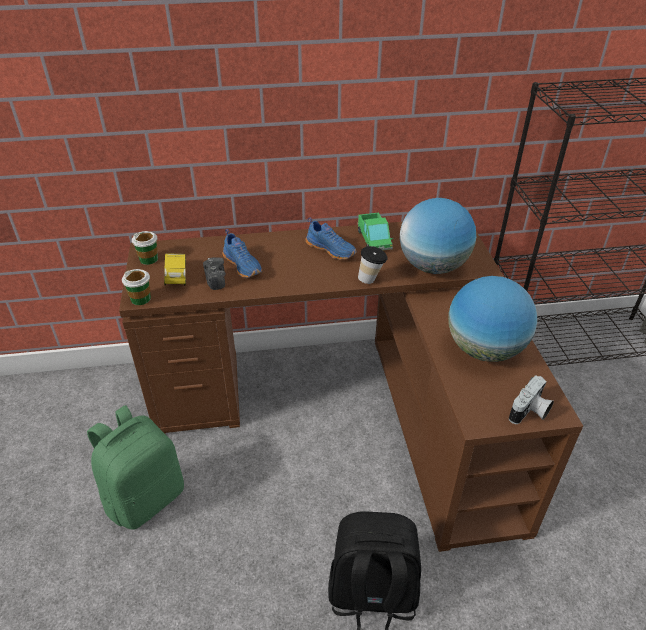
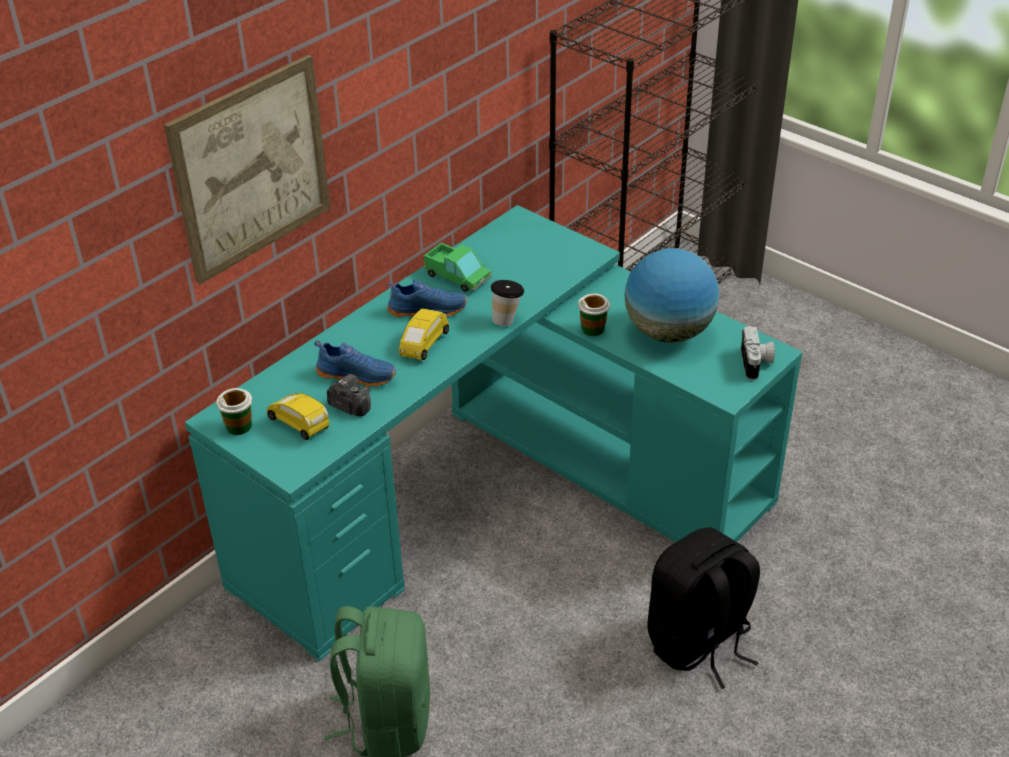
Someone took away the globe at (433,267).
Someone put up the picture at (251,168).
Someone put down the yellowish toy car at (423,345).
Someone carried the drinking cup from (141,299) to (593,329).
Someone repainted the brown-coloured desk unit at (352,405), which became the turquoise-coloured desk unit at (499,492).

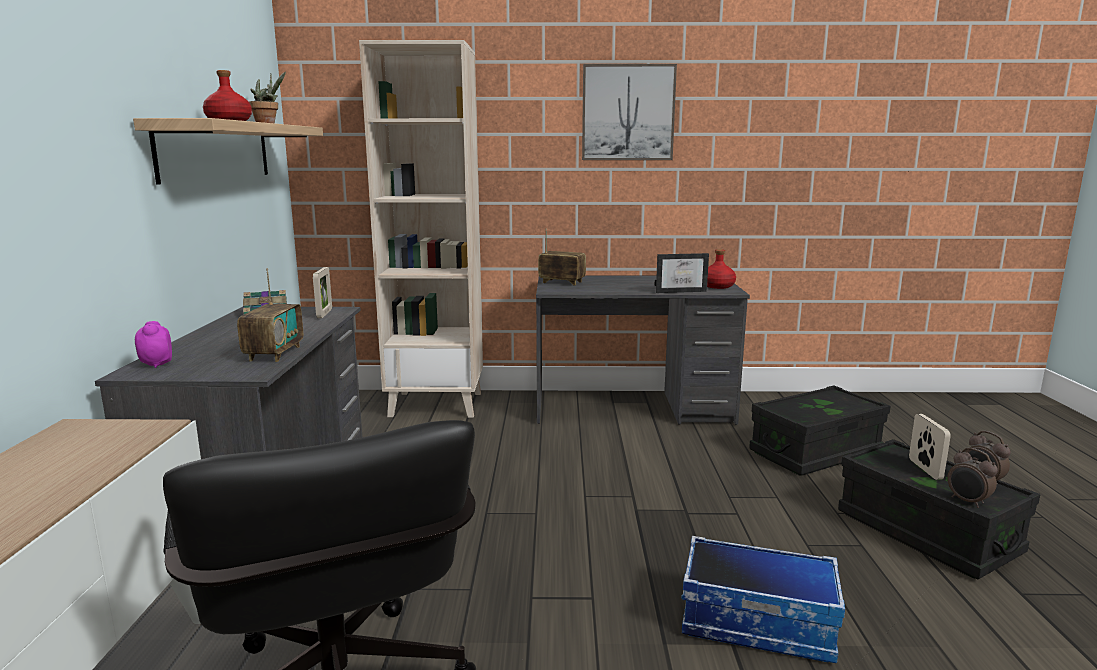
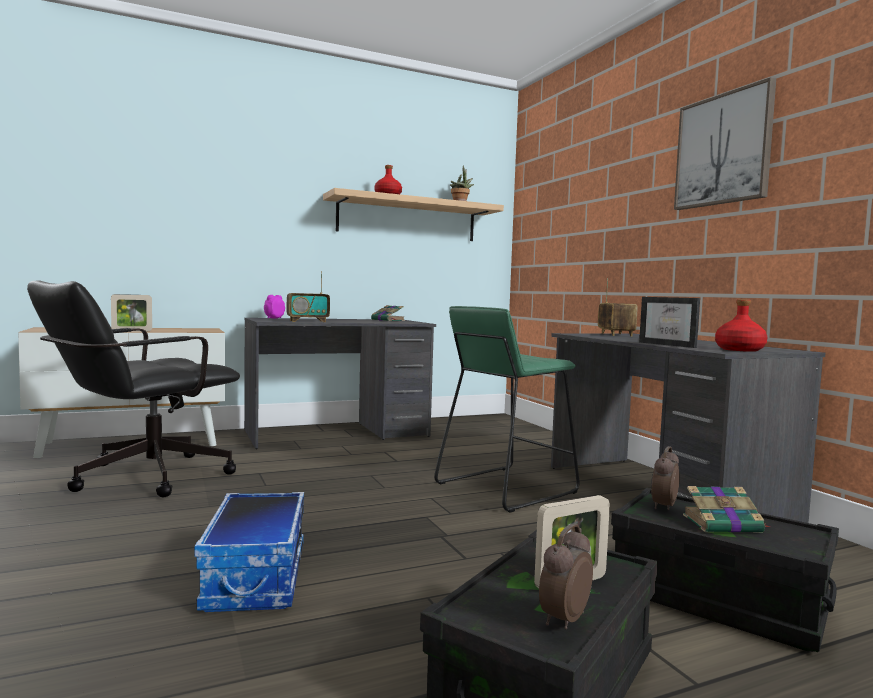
Someone took away the sand-coloured shelving unit at (437,404).
Someone put down the green stool seat at (505,488).
Someone put down the bound book at (724,524).
Someone carried the standing frame from (324,313) to (132,331).
Someone carried the bedside clock from (967,501) to (663,506).

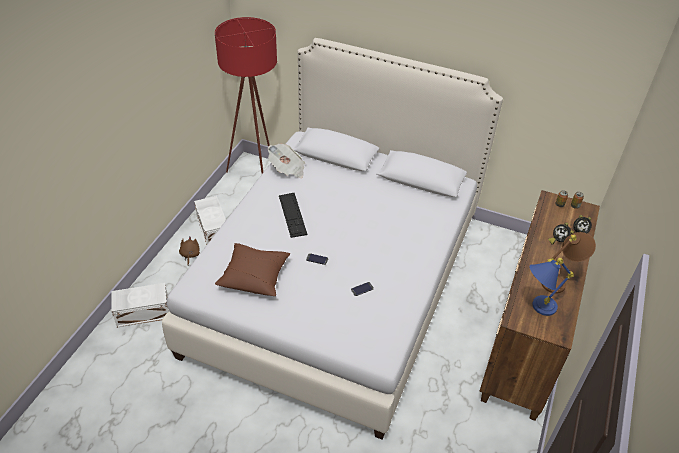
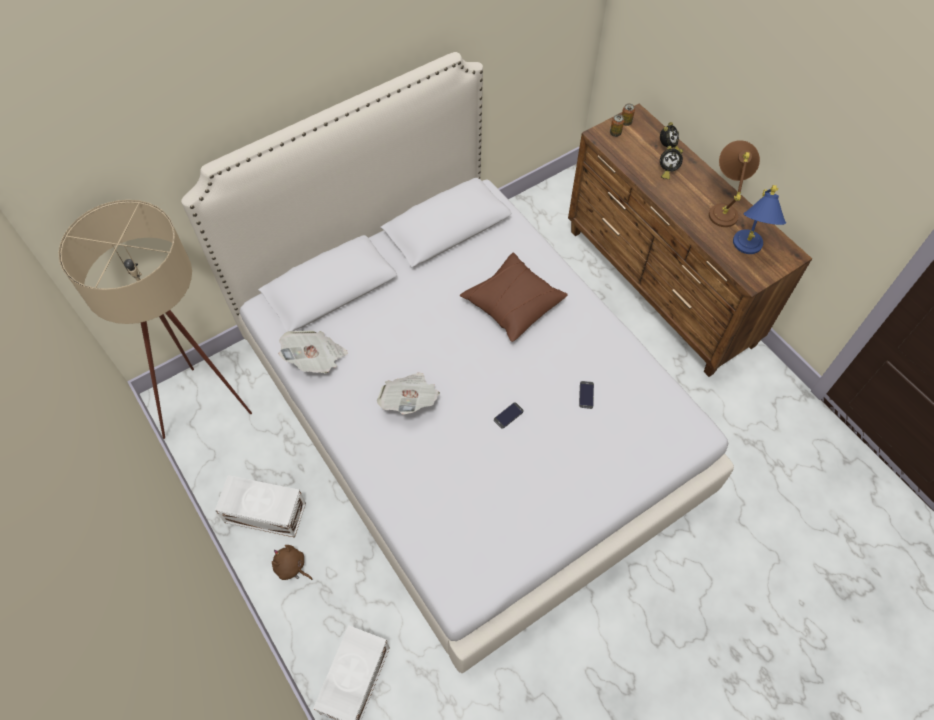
Someone carried the brown-coloured cushion from (254,276) to (512,304).
Someone swapped the computer keyboard at (292,214) for the printed paper at (409,400).
Someone repainted the red-coloured standard lamp at (256,180), which became the sand-coloured standard lamp at (213,408).

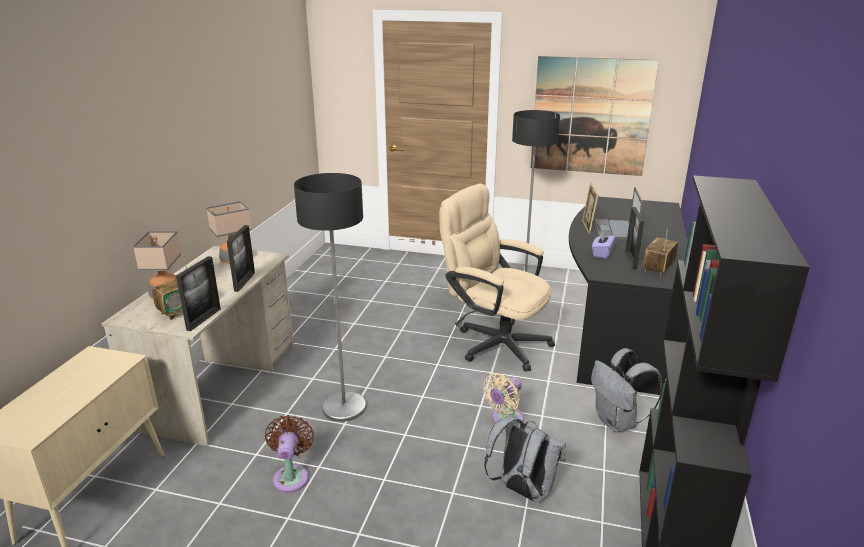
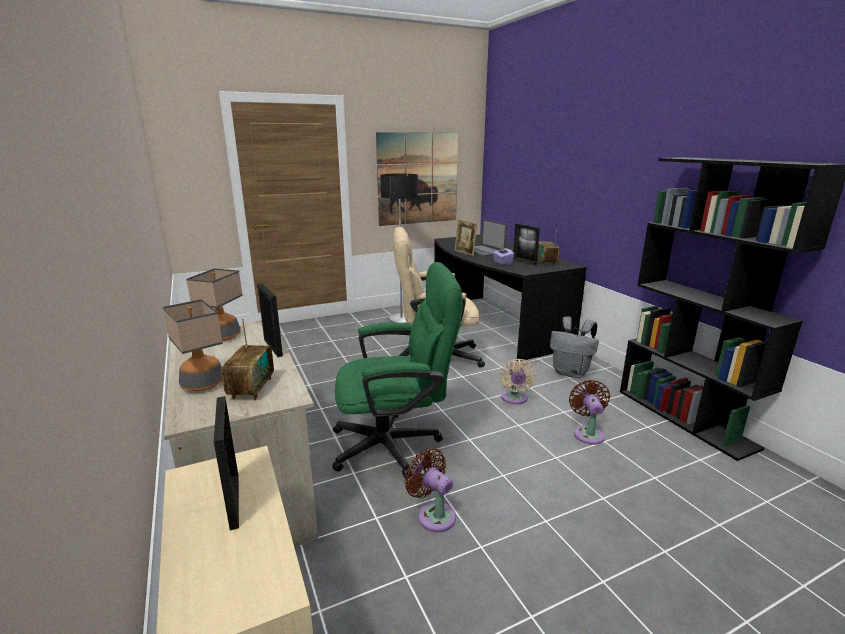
Someone carried the standing frame from (204,319) to (234,501).
Someone swapped the standard lamp at (344,408) for the green computer chair at (396,444).
Someone swapped the grey backpack at (522,490) for the brown-coloured fan at (588,433).

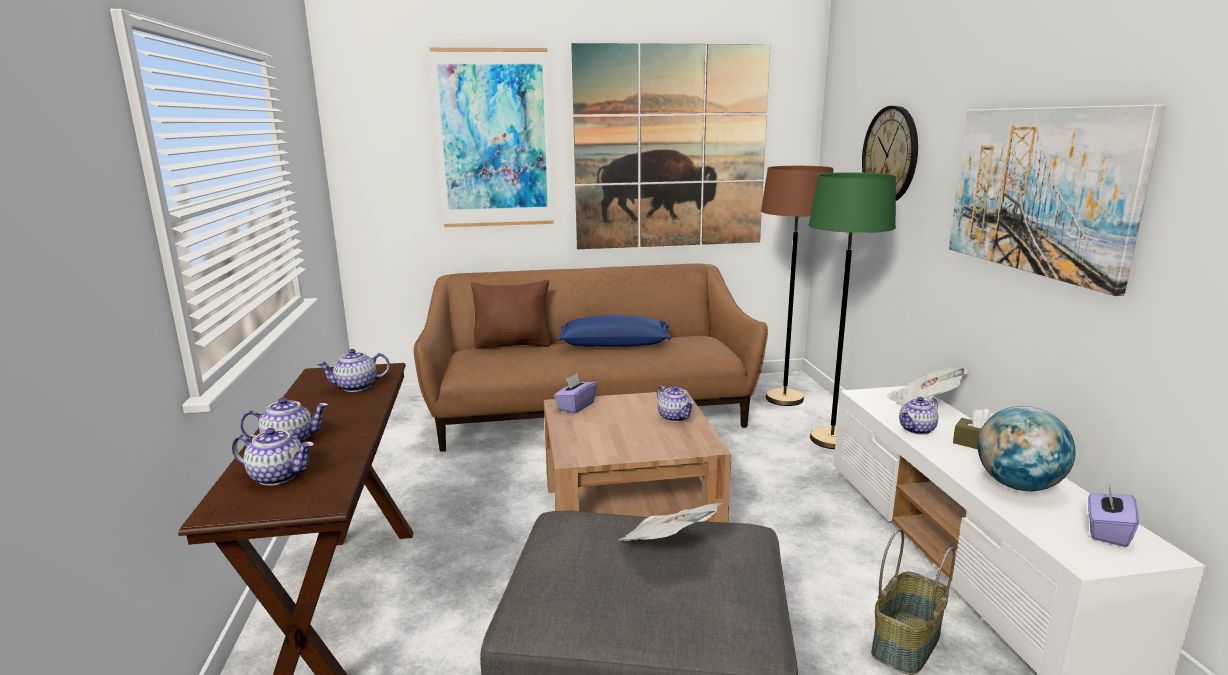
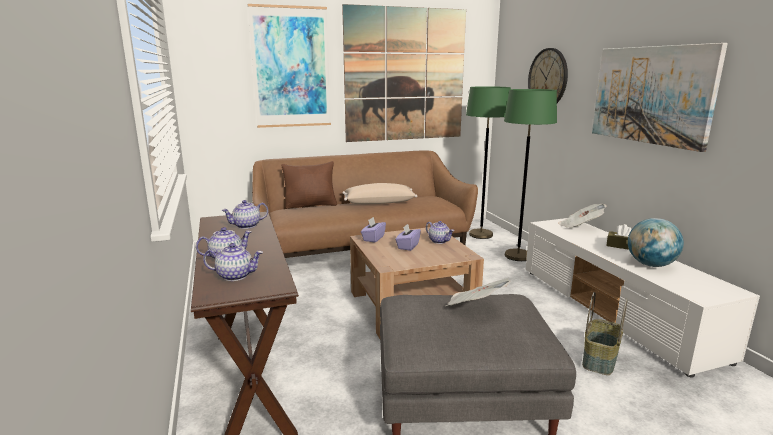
Someone took away the teapot at (917,429).
Someone carried the purplish tissue box from (1106,532) to (407,246).
Someone repainted the blue-coloured cushion at (615,344), which became the sand-coloured cushion at (379,202).
Someone repainted the brown-coloured standard lamp at (784,398), which became the green standard lamp at (481,235).

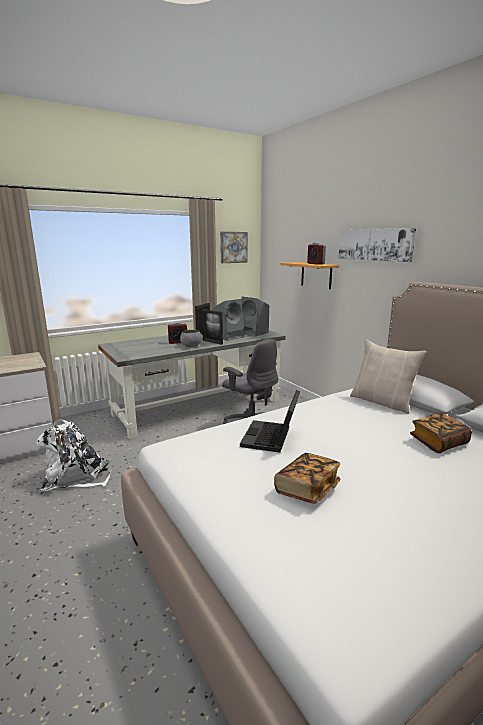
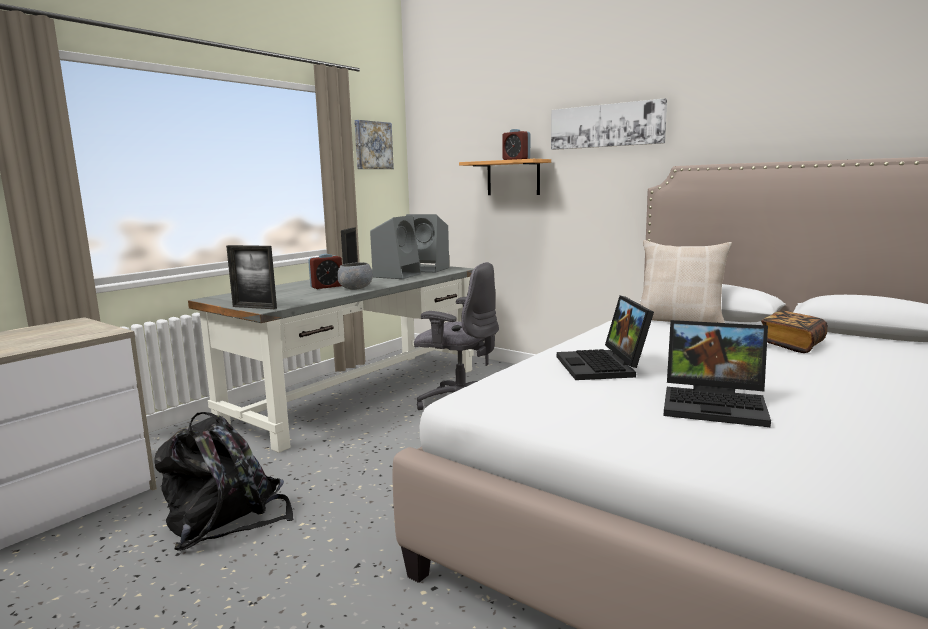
Someone carried the standing frame from (212,342) to (254,307).
Someone swapped the bound book at (307,489) for the laptop at (717,404).
Someone repainted the white-coloured backpack at (76,477), which became the blackish backpack at (226,519).

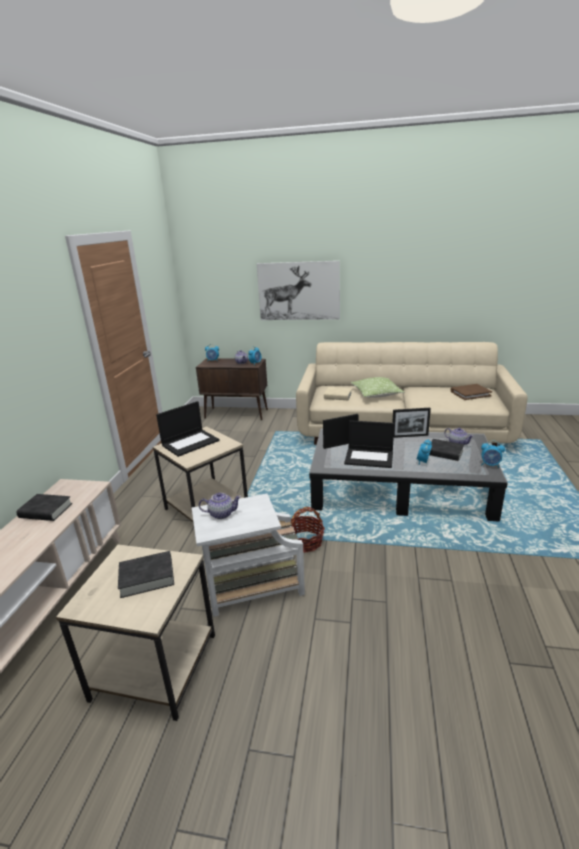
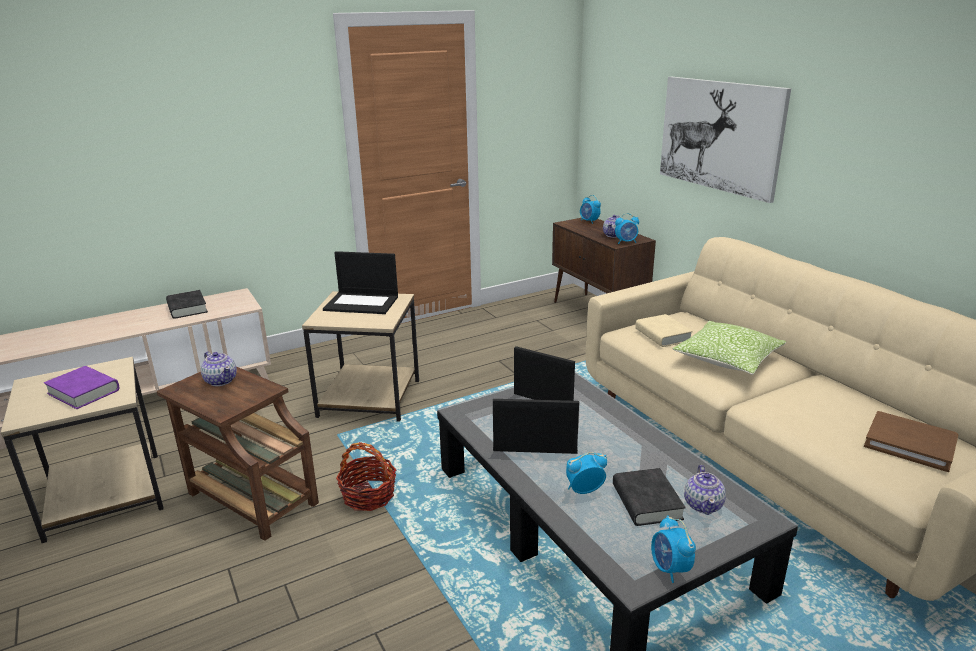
Someone took away the standing frame at (409,436).
Someone repainted the blackish bound book at (147,577), which became the purplish bound book at (84,392).
Someone repainted the white-coloured side table at (252,589), which became the brown-coloured side table at (250,497).
Someone rotated the laptop at (369,457) by 120 degrees clockwise.

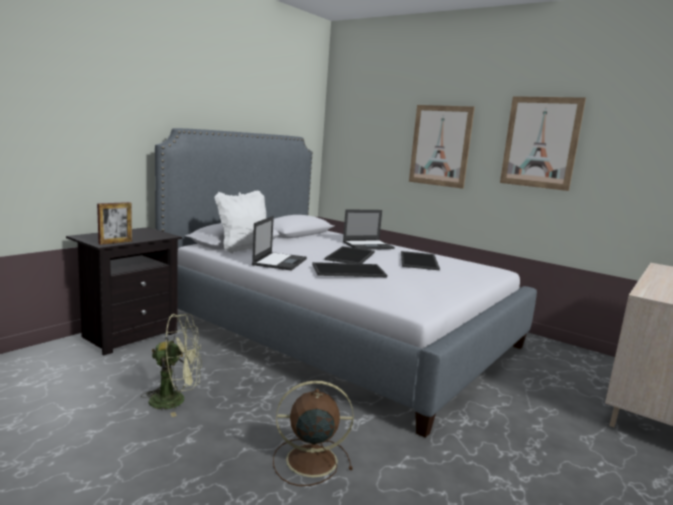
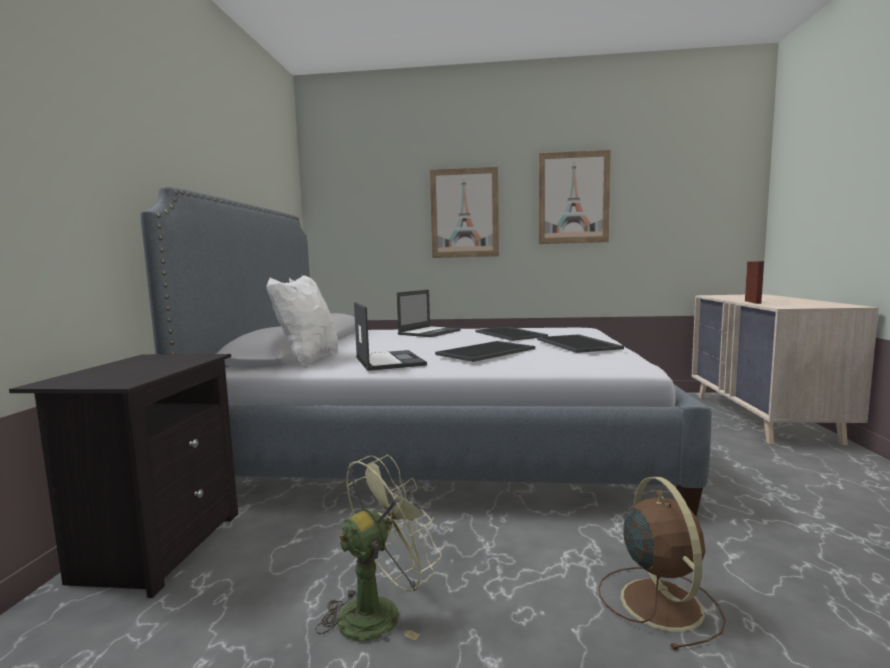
Someone carried the standing frame from (115,242) to (752,302).
Someone carried the tray from (351,256) to (579,344).
Someone rotated the brown-coloured fan at (309,460) by 120 degrees clockwise.

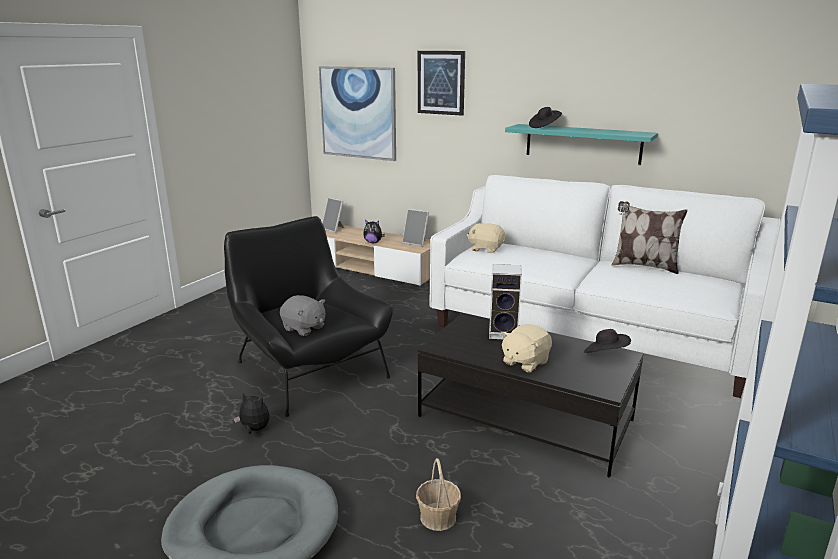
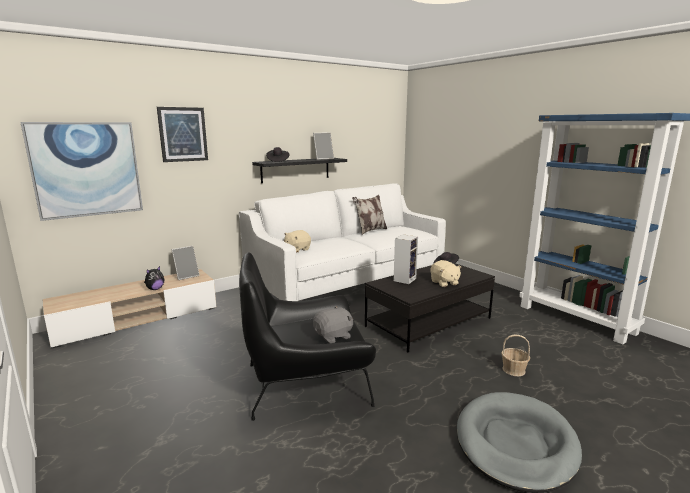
Someone took away the soft toy at (254,430).
Someone carried the standing frame from (334,229) to (323,159).
Someone repainted the turquoise-coloured bracket shelf at (582,143), which became the blackish bracket shelf at (295,170).

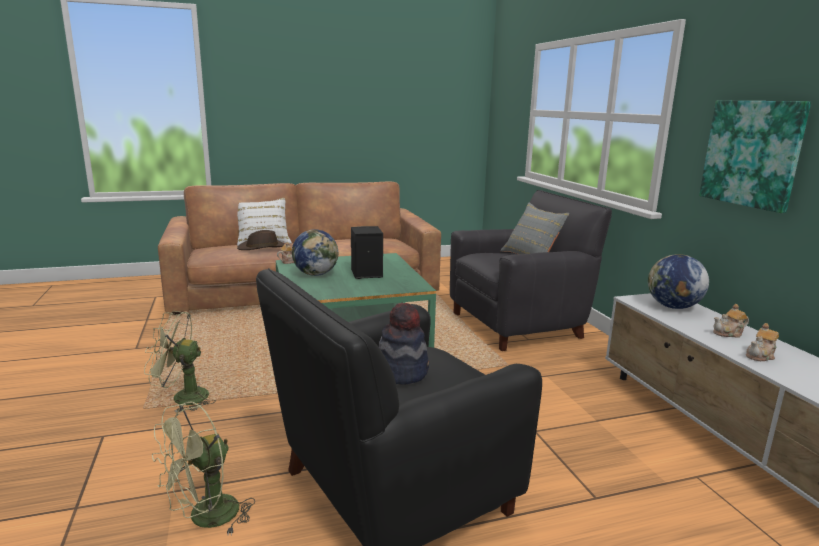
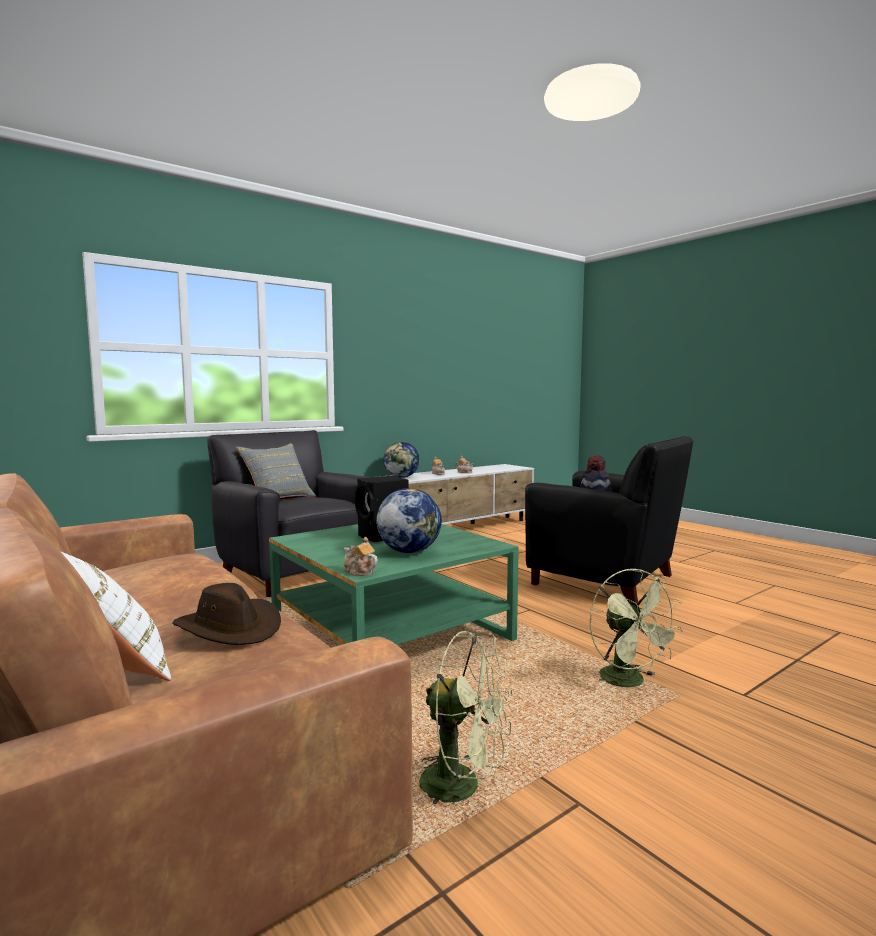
Someone took away the picture at (752,153).
Someone carried the green fan from (205,519) to (463,786).

